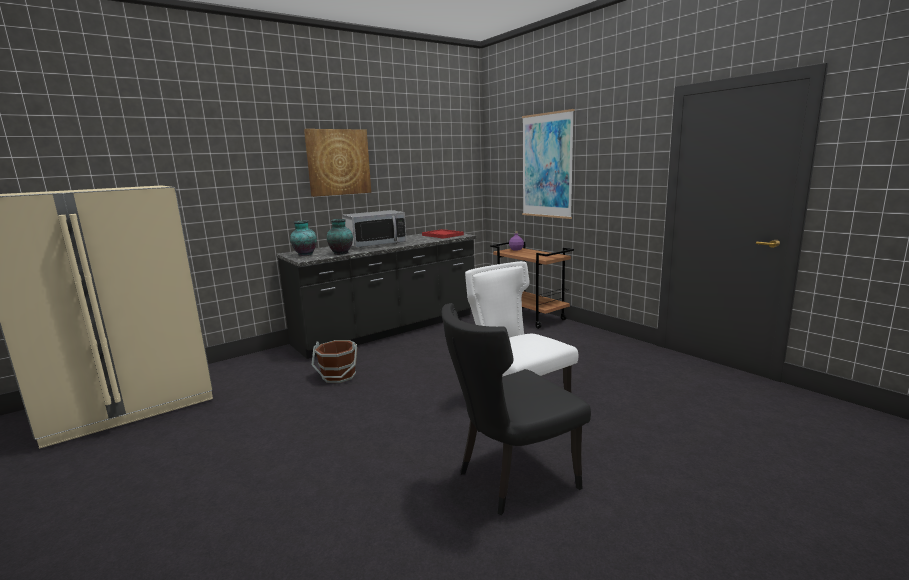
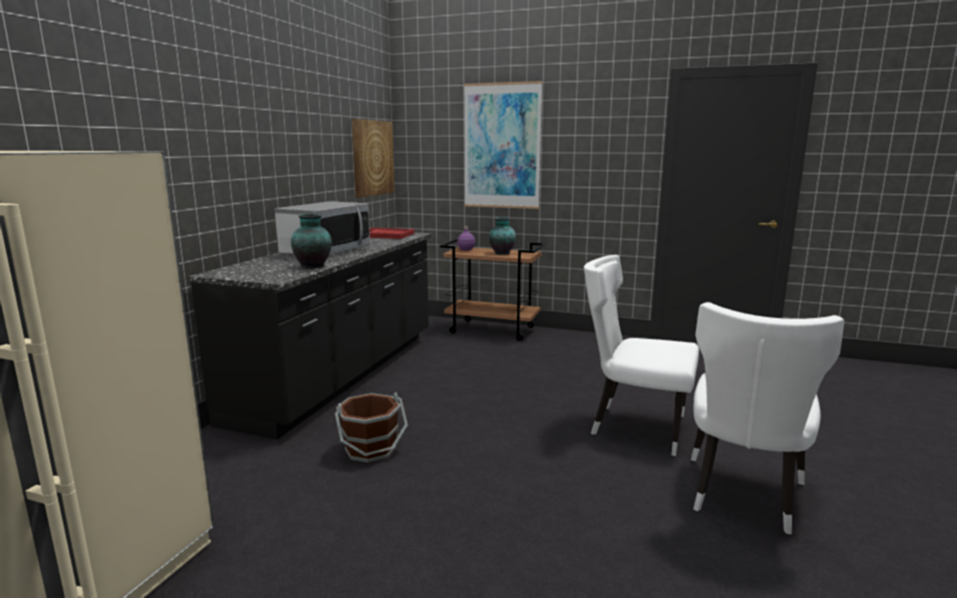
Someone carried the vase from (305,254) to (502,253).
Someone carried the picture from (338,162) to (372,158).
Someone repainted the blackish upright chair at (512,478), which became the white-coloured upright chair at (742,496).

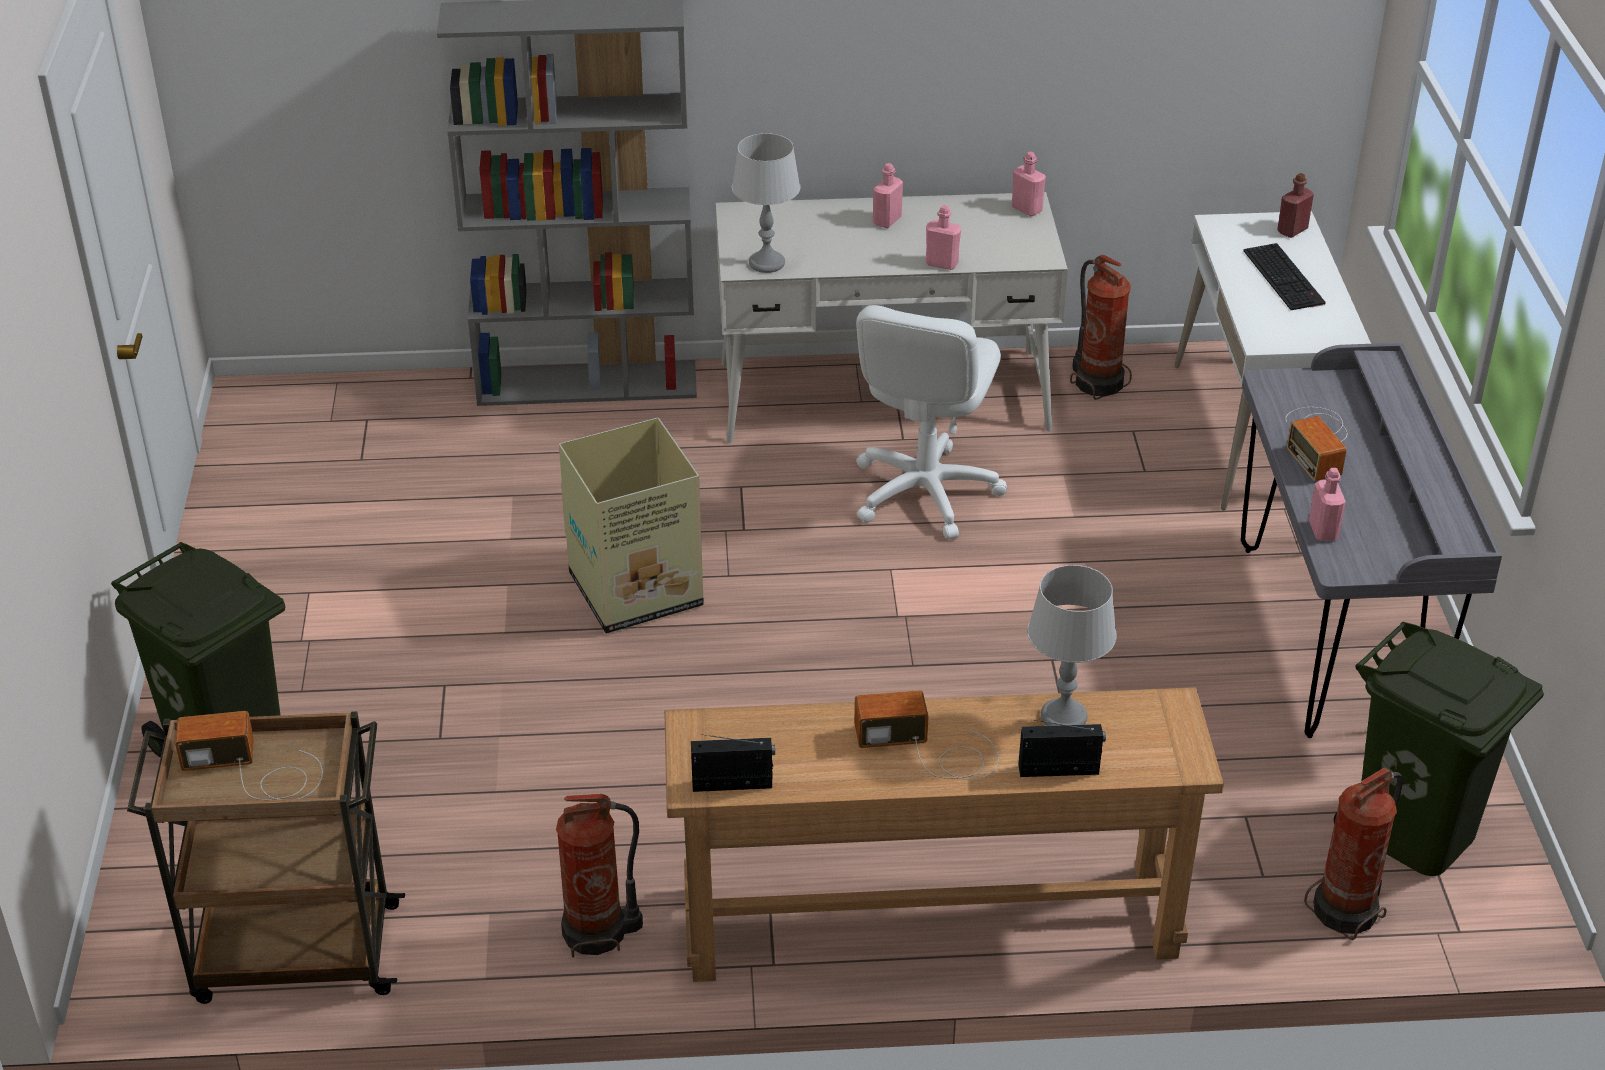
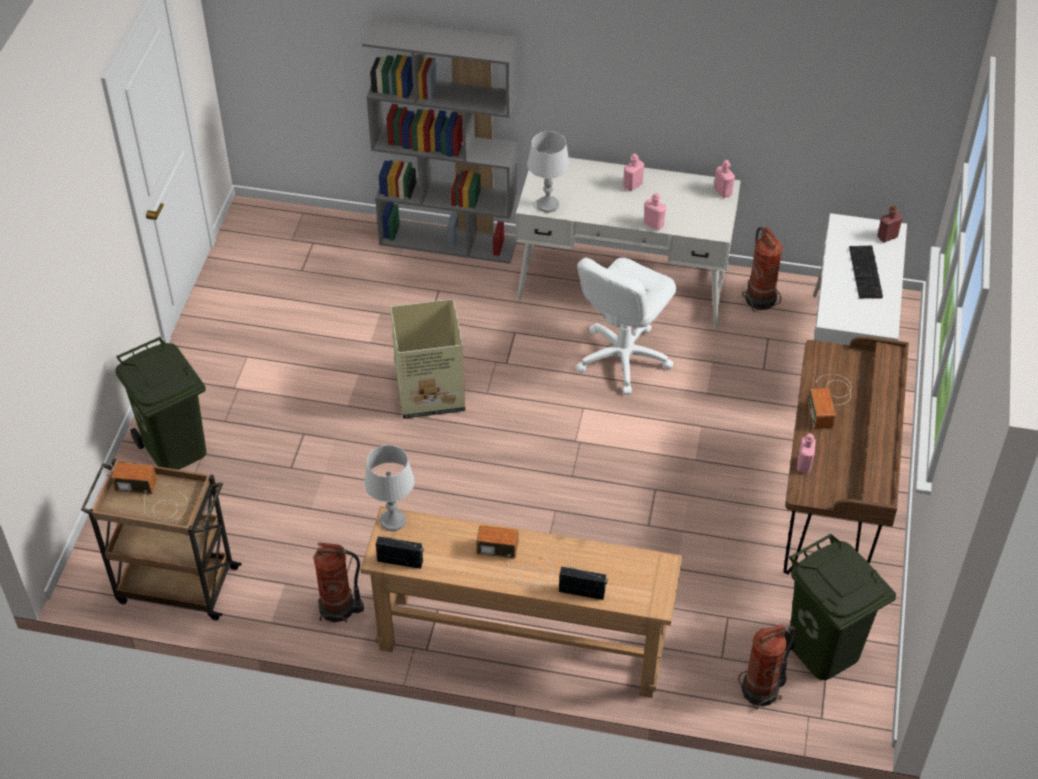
Someone carried the grey tabletop lamp from (1063,717) to (392,521).
Someone repainted the grey desk unit at (1332,637), which became the brown-coloured desk unit at (830,509).

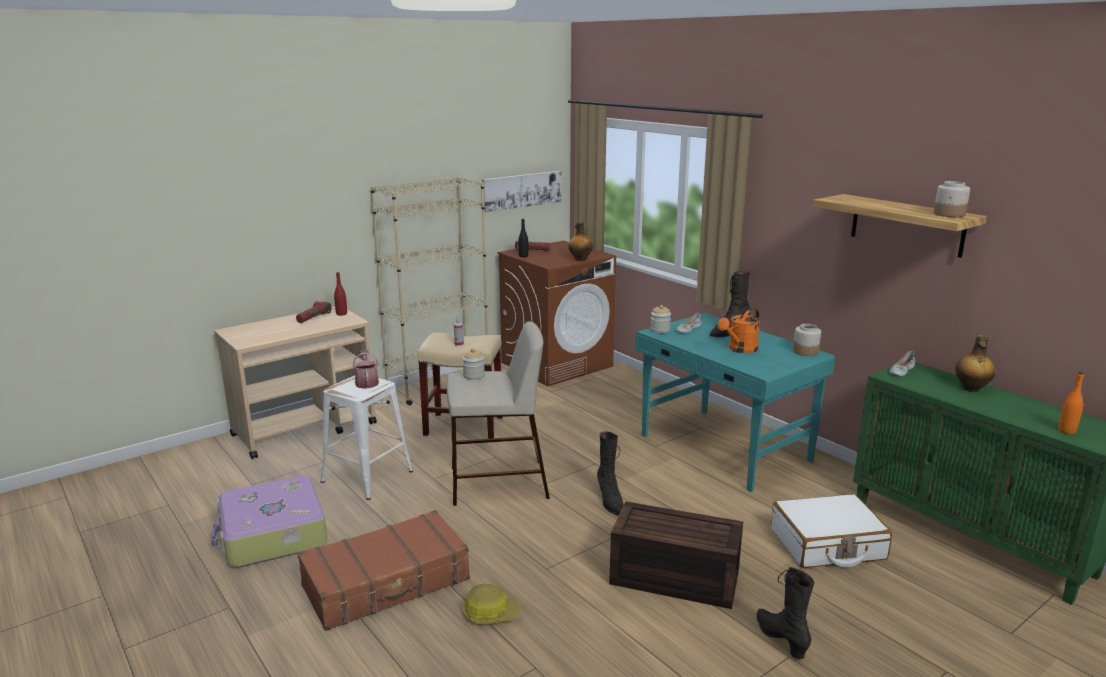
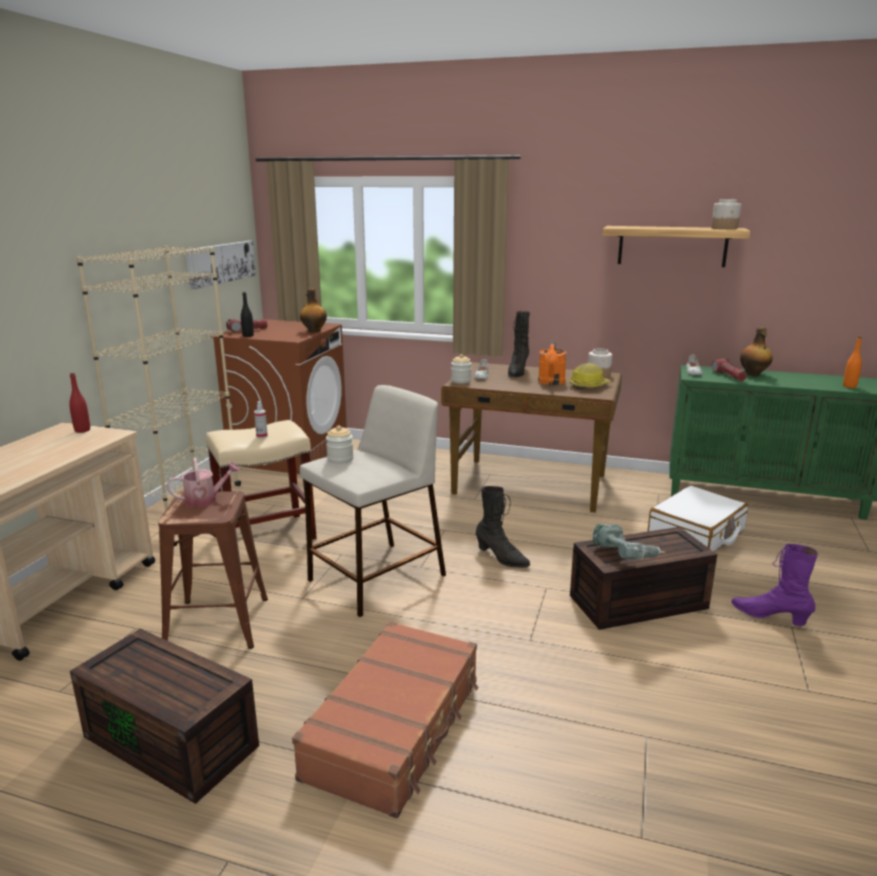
Someone put down the drill at (625,556).
Someone carried the hand torch from (314,317) to (728,376).
Someone carried the work helmet from (490,613) to (589,386).
Someone swapped the travel case at (272,535) for the brown-coloured storage container at (174,740).
Someone repainted the white-coloured stool seat at (368,476), which became the brown-coloured stool seat at (218,623).
Someone repainted the turquoise-coloured desk unit at (724,449), which became the brown-coloured desk unit at (530,485).
Someone repainted the blackish tall boot at (781,639), which became the purplish tall boot at (769,616).
Someone rotated the sprinkling can at (366,382) by 120 degrees clockwise.

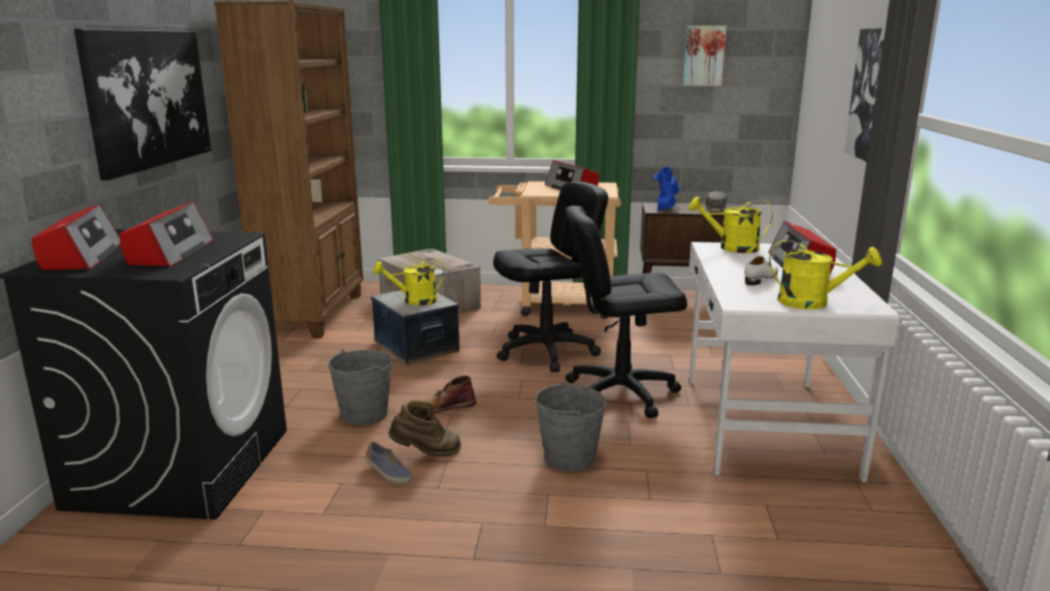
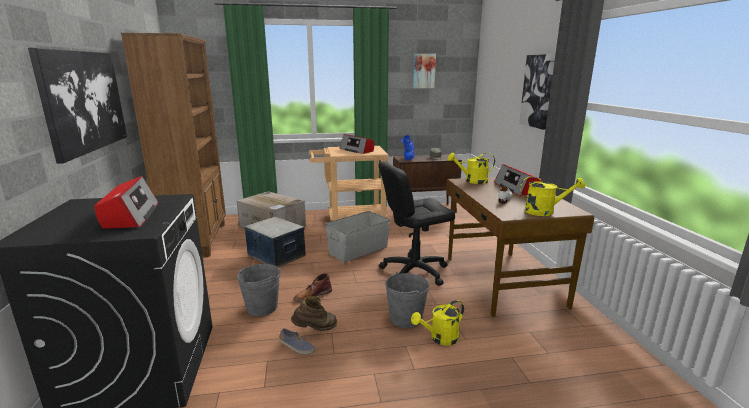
Someone took away the radio set at (81,256).
Someone carried the yellowish sprinkling can from (414,301) to (440,338).
Someone swapped the blackish computer chair at (547,351) for the grey storage container at (359,250).
Someone repainted the white-coloured desk unit at (764,425), which became the brown-coloured desk unit at (501,281).

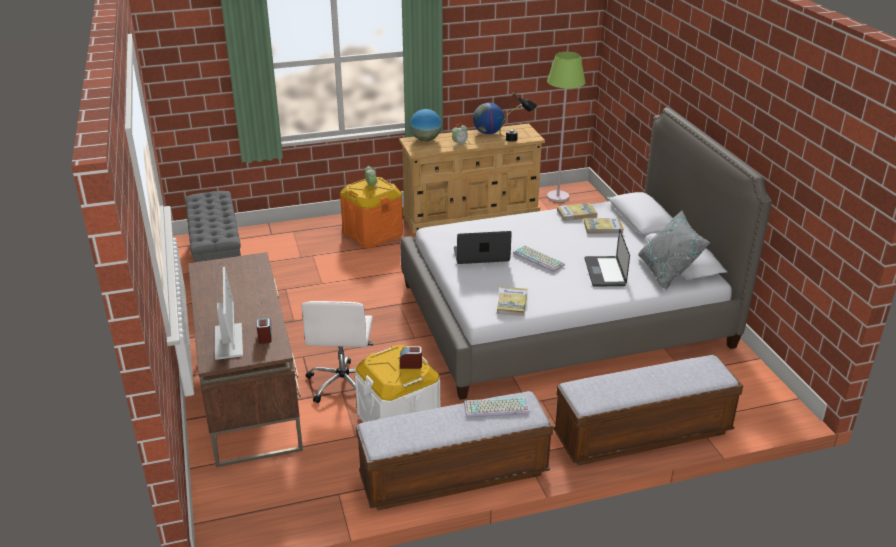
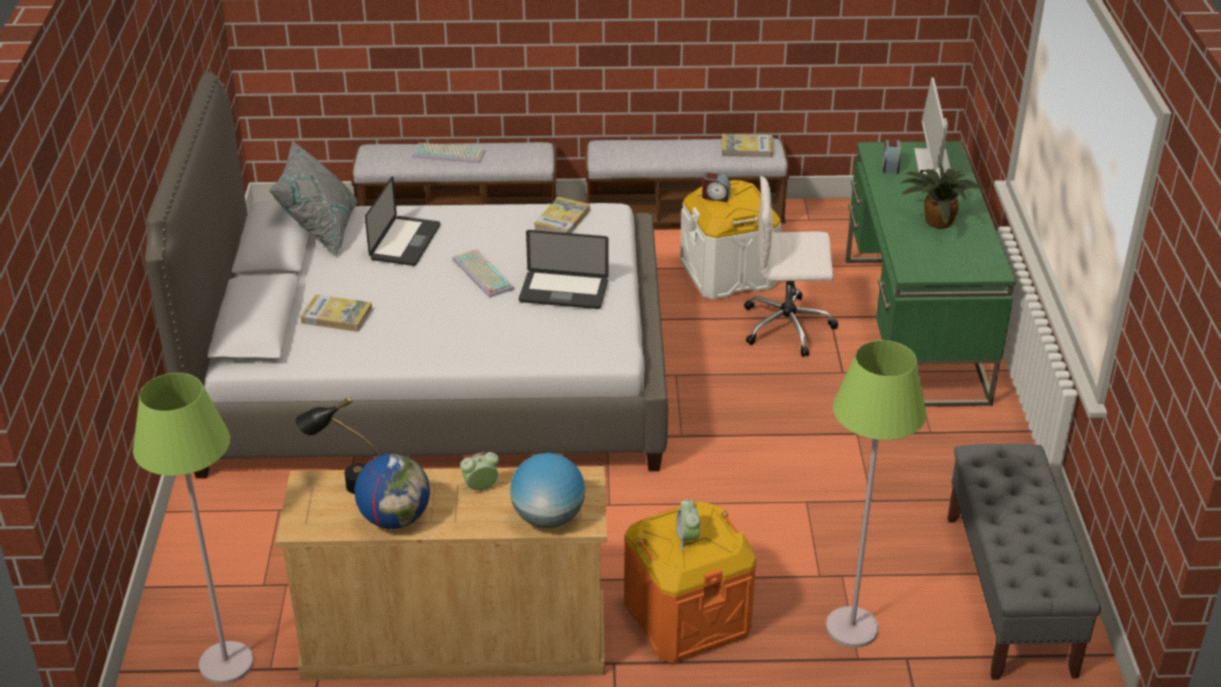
Someone put down the green standard lamp at (852,628).
Someone put down the plant in a pot at (936,220).
Someone carried the computer keyboard from (496,408) to (450,153).
Someone carried the bound book from (576,214) to (747,148).
Someone repainted the brown-coloured desk unit at (249,396), which became the green desk unit at (914,330).
Someone rotated the white-coloured computer chair at (344,383) by 105 degrees counterclockwise.

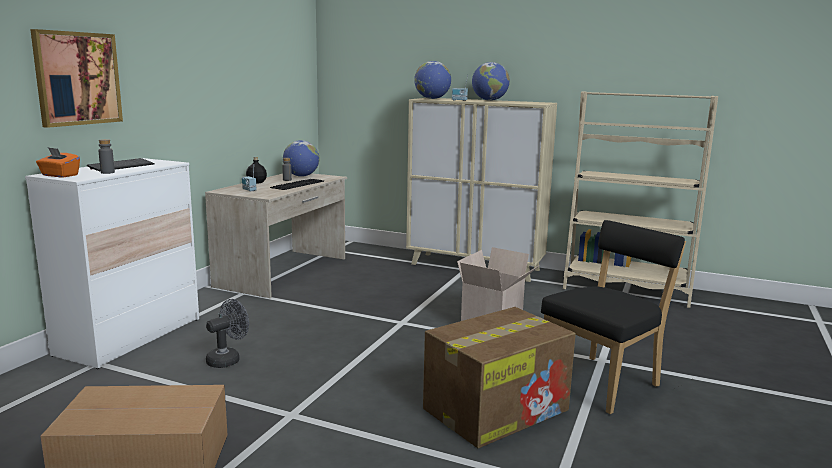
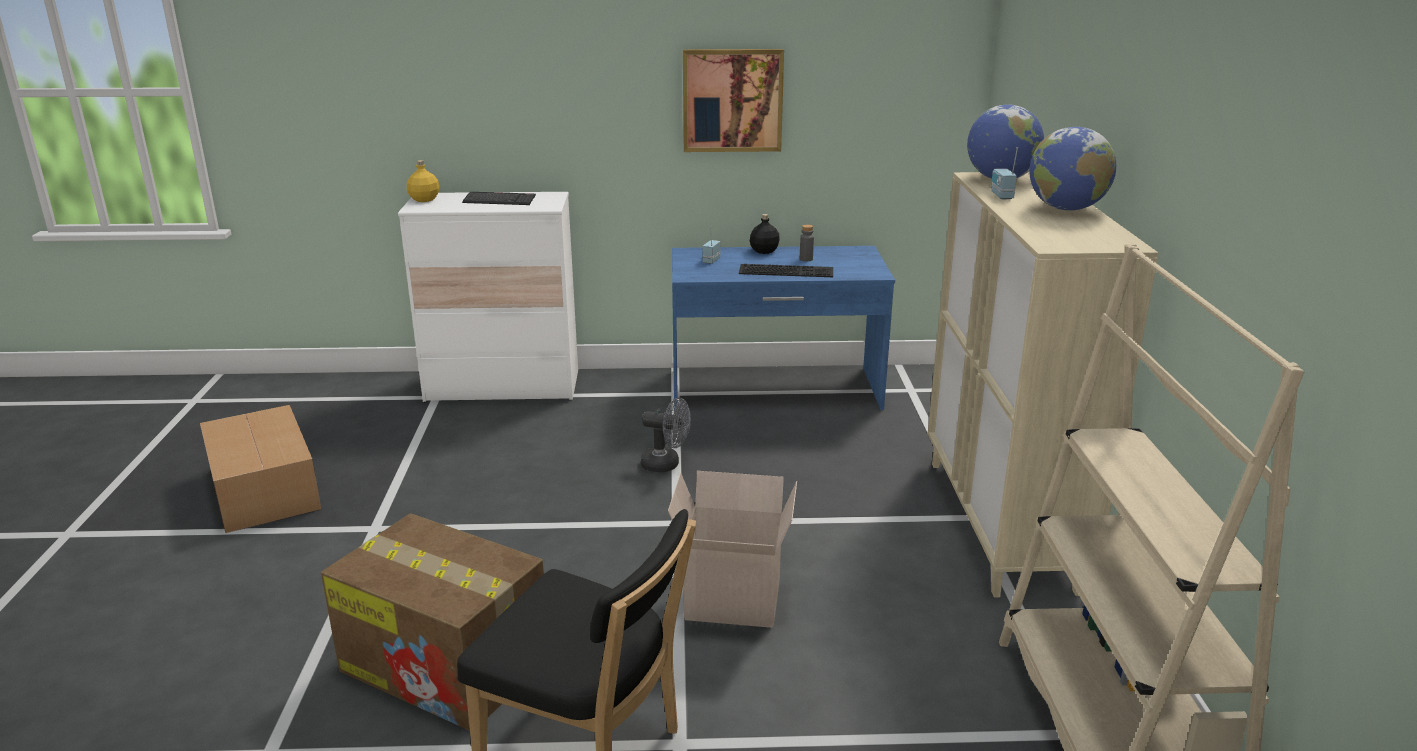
Someone took away the grey beverage bottle at (107,172).
Someone took away the globe at (301,176).
Someone carried the picture from (77,78) to (732,100).
Someone carried the grey fan from (228,359) to (666,464).
Someone swapped the orange-coloured tissue box at (59,175) for the yellowish beverage bottle at (424,200).
Someone repainted the sand-coloured desk unit at (284,272), which became the blue-coloured desk unit at (774,390).

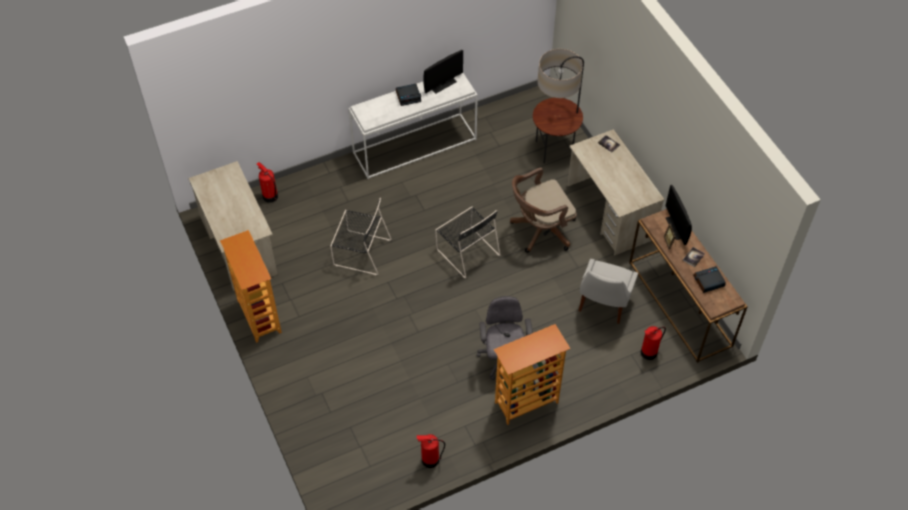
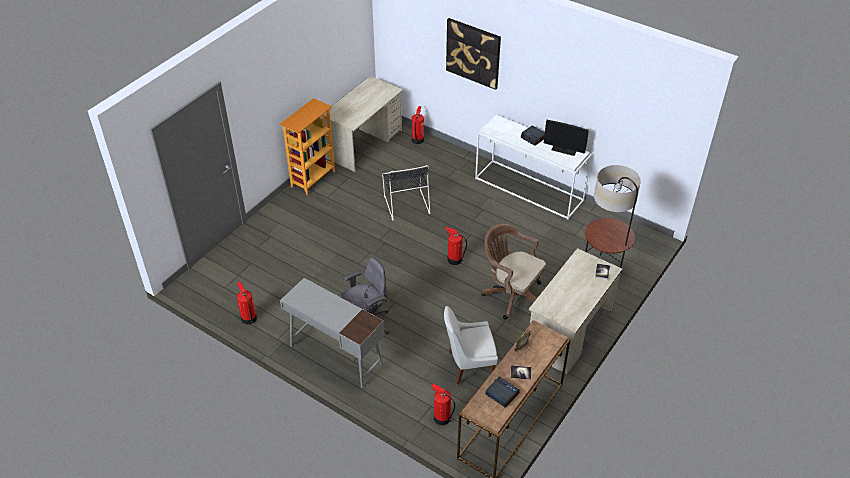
Someone took away the monitor at (676,227).
Someone put up the picture at (473,53).
Someone swapped the blackish upright chair at (467,251) for the extinguisher at (454,259).
Someone swapped the shelving unit at (526,403) for the grey desk unit at (335,355).

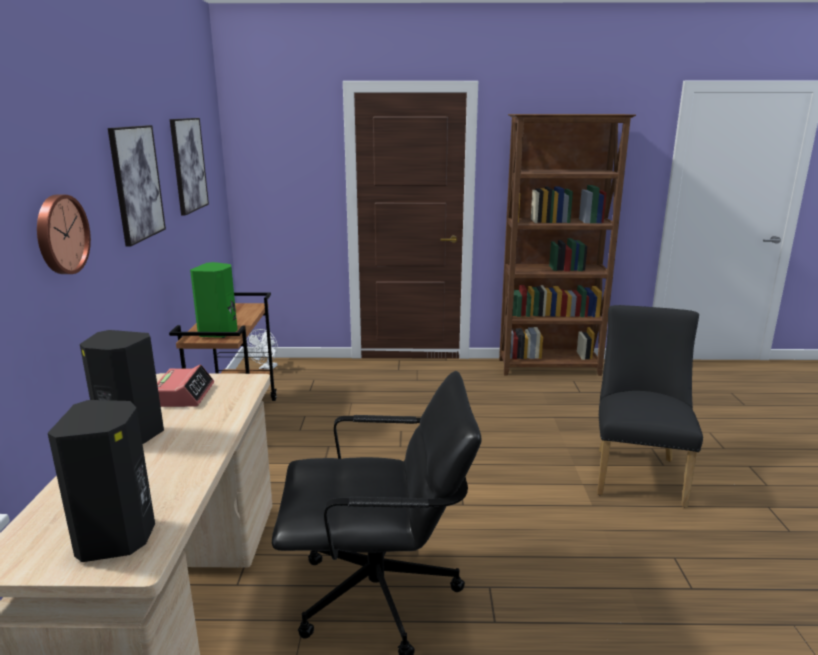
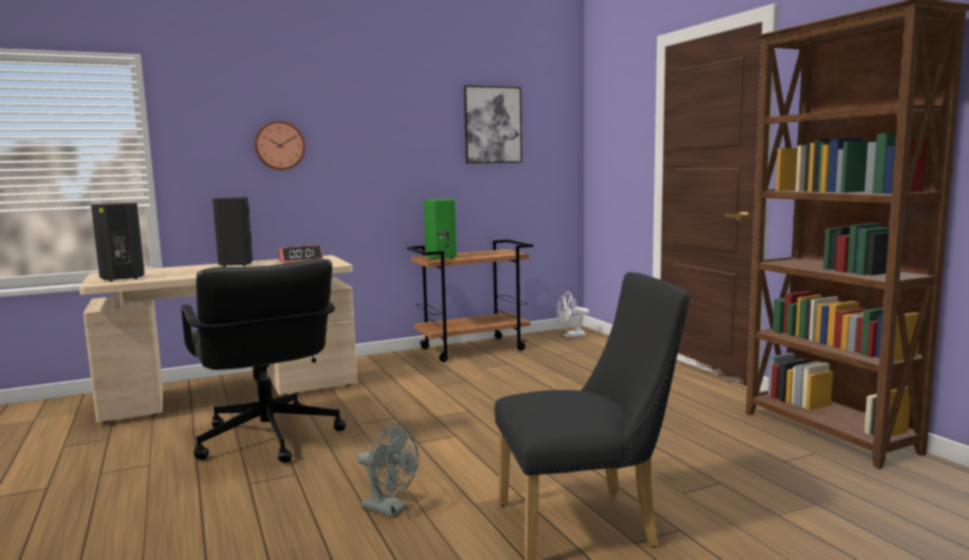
Someone took away the picture at (136,183).
Someone put down the grey fan at (390,509).

